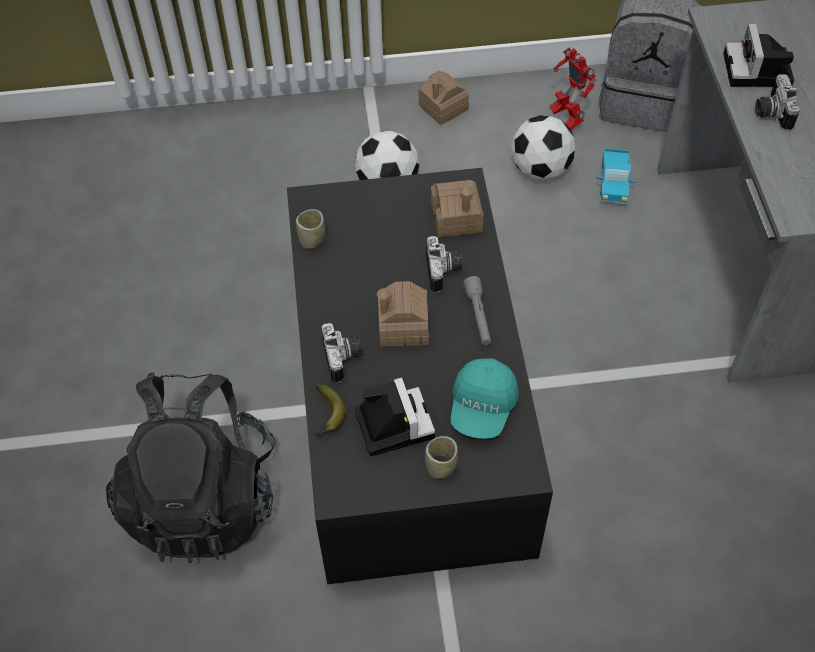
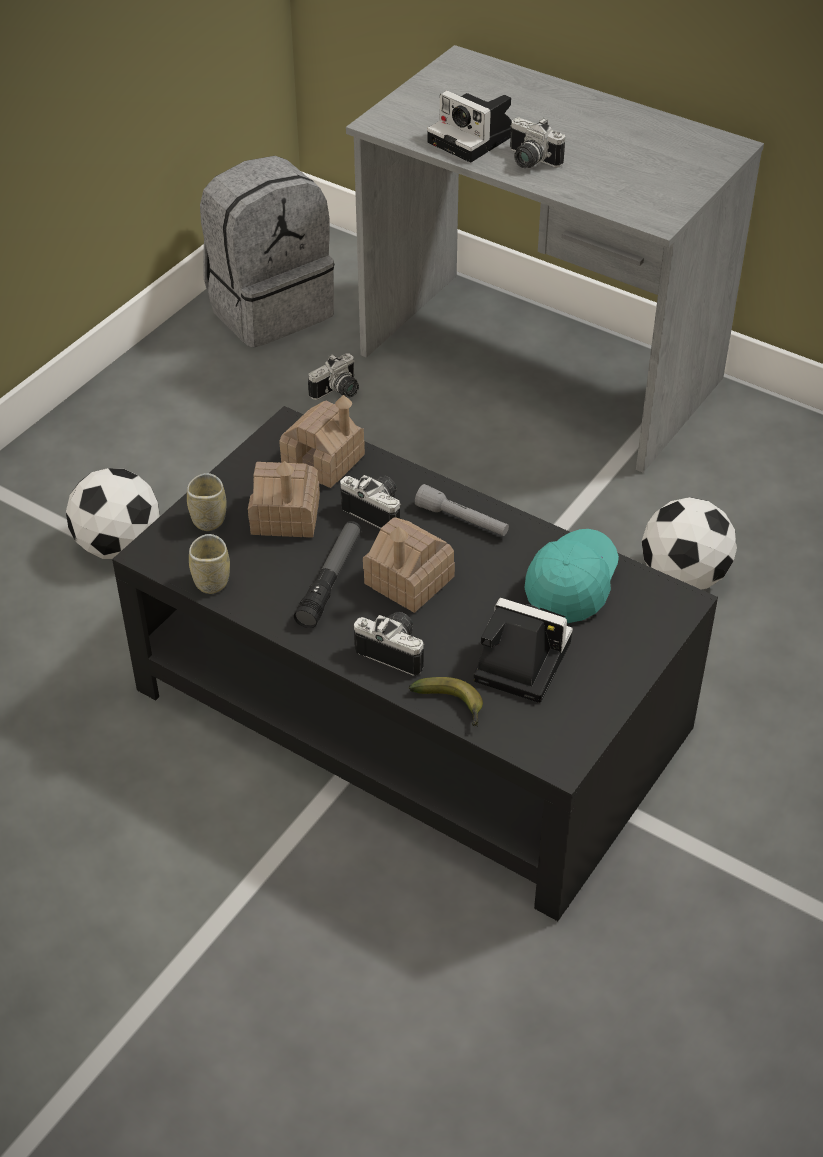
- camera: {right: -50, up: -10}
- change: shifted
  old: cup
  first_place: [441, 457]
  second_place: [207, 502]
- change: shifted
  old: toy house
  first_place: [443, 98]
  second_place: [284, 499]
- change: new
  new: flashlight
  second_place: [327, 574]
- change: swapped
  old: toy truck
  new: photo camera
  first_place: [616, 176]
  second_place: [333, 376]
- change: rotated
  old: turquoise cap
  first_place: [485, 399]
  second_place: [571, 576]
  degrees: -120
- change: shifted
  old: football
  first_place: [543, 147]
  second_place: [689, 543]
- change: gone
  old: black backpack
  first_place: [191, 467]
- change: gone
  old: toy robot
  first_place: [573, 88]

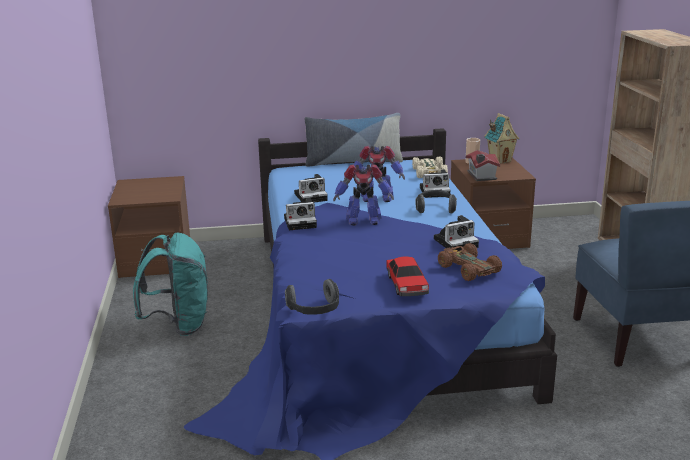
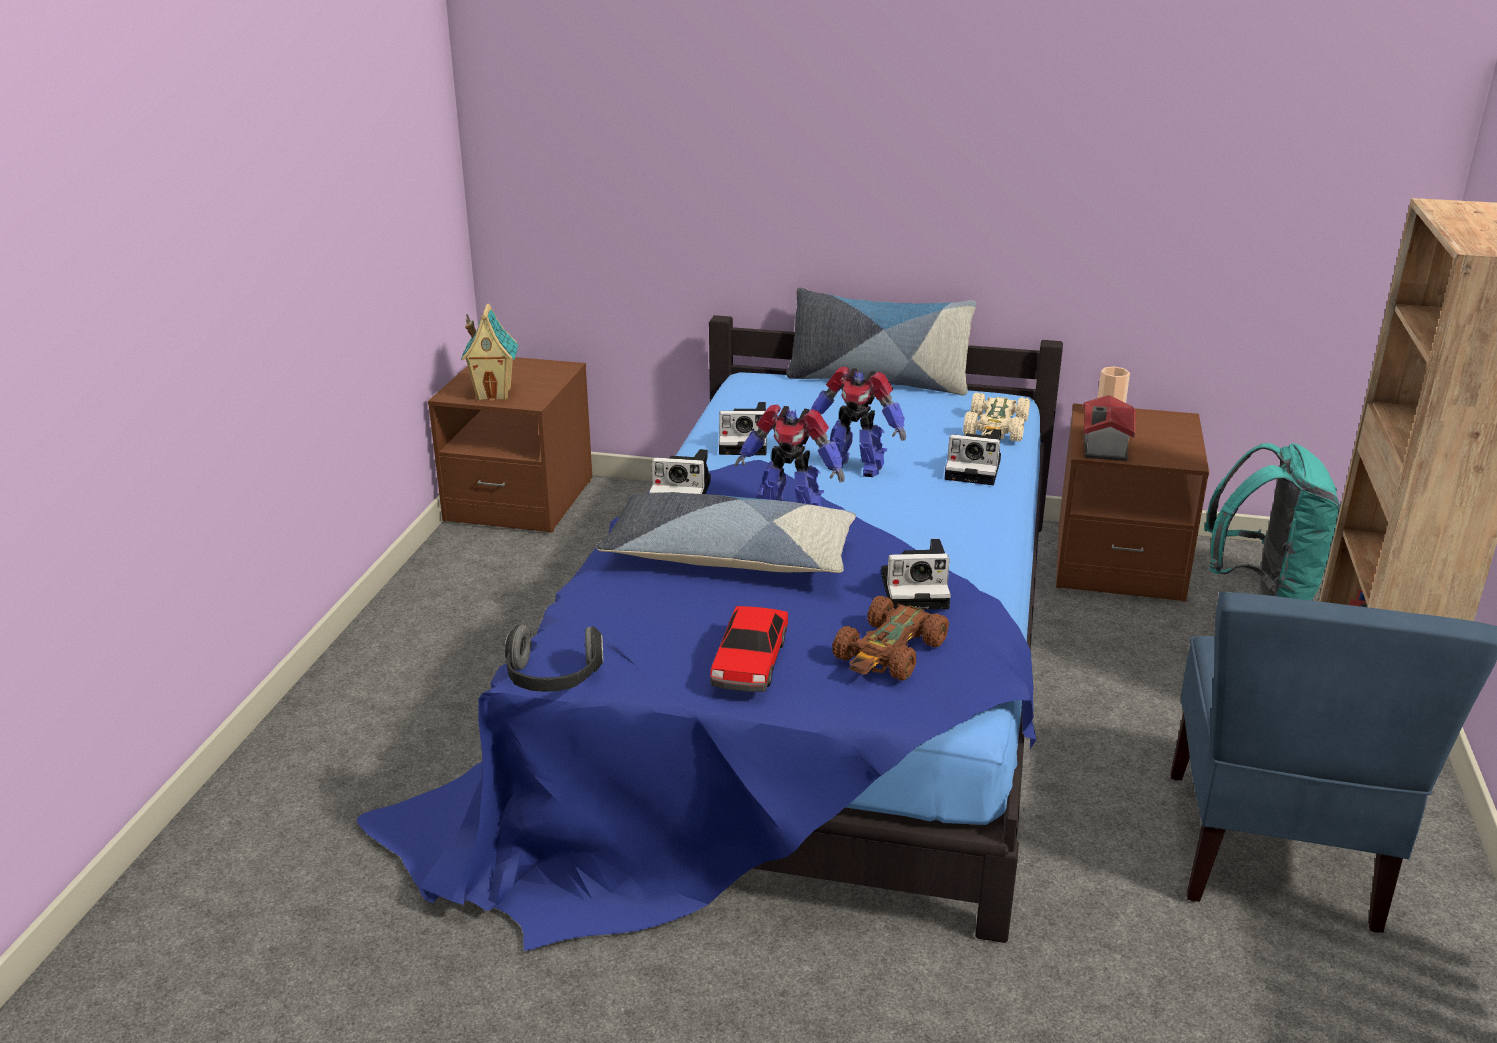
- camera: {right: 20, up: 5}
- change: shifted
  old: toy house
  first_place: [502, 138]
  second_place: [489, 352]
- change: new
  new: pillow
  second_place: [726, 533]
- change: rotated
  old: brown toy car
  first_place: [470, 262]
  second_place: [890, 638]
  degrees: -135
- change: shifted
  old: turquoise backpack
  first_place: [170, 284]
  second_place: [1272, 522]
- change: gone
  old: headphones
  first_place: [436, 201]

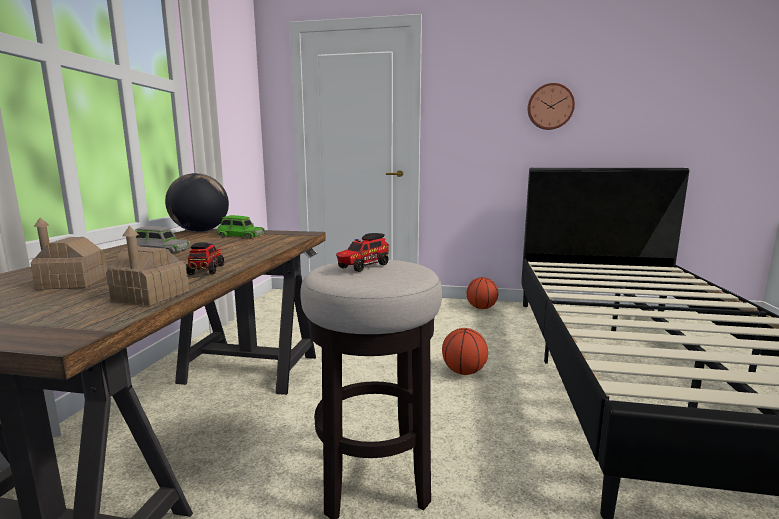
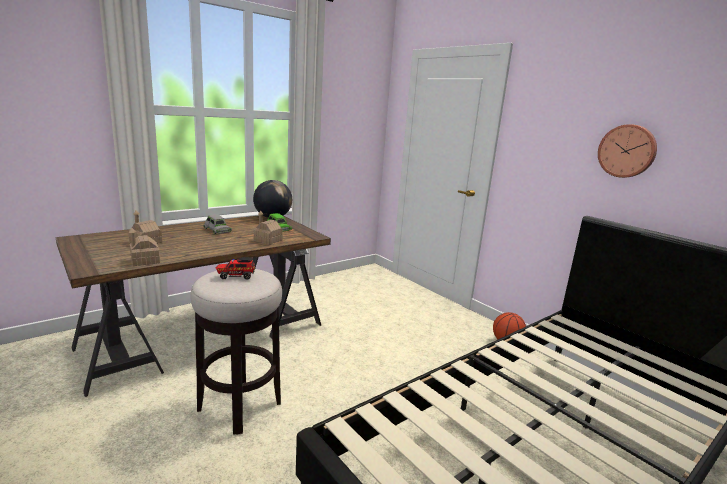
- camera: {right: 40, up: 5}
- change: new
  new: toy house
  second_place: [268, 228]
- change: gone
  old: toy truck
  first_place: [205, 258]
- change: gone
  old: basketball
  first_place: [465, 351]

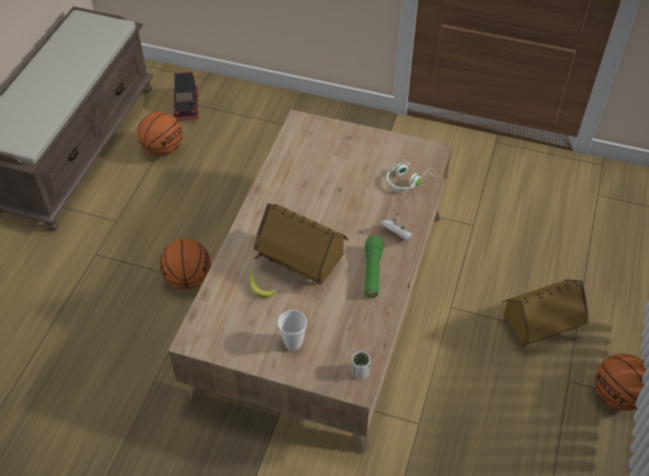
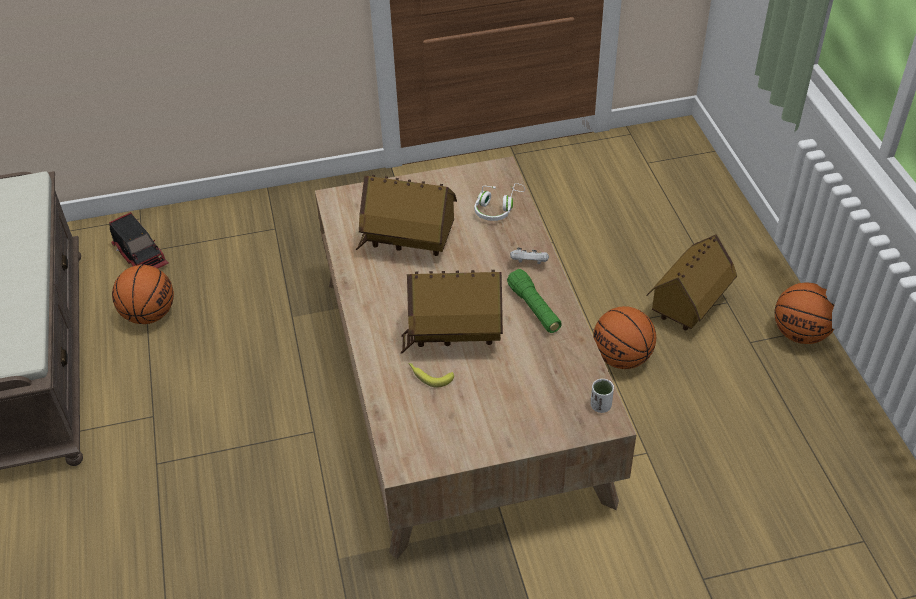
- camera: {right: -30, up: -5}
- change: new
  new: toy house
  second_place: [406, 215]
- change: shifted
  old: basketball
  first_place: [185, 264]
  second_place: [624, 337]
- change: gone
  old: cup
  first_place: [292, 330]

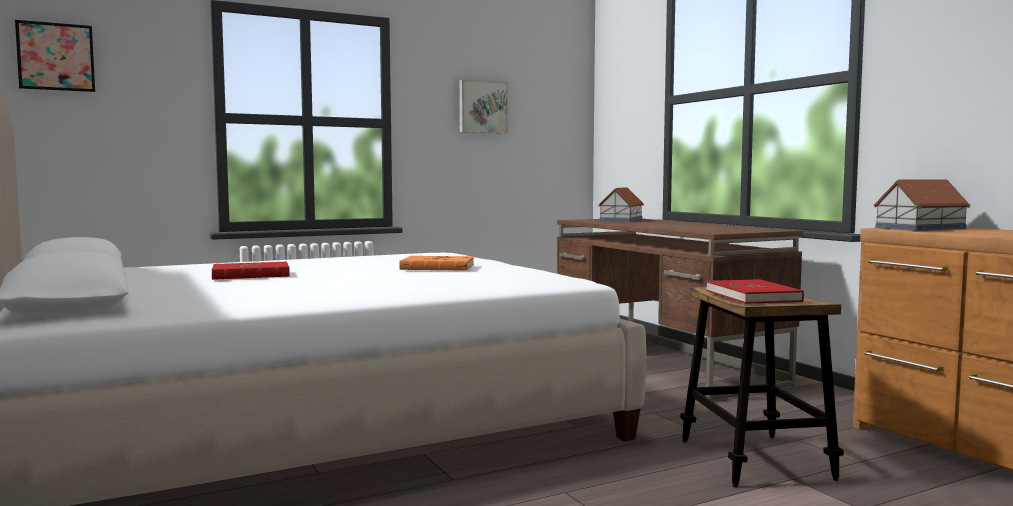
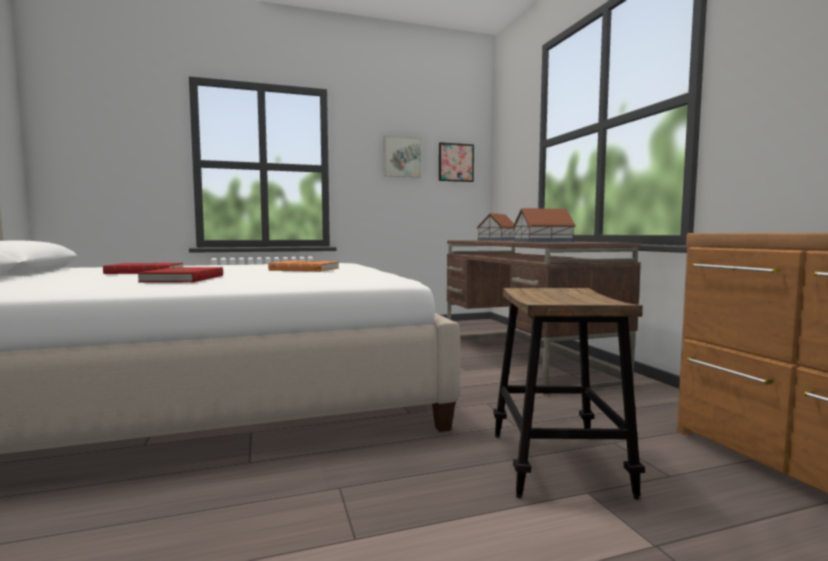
- camera: {right: 10, up: 0}
- change: shifted
  old: red book
  first_place: [755, 291]
  second_place: [180, 275]
- change: shifted
  old: picture
  first_place: [55, 56]
  second_place: [456, 162]
- change: shifted
  old: toy house
  first_place: [922, 205]
  second_place: [544, 225]

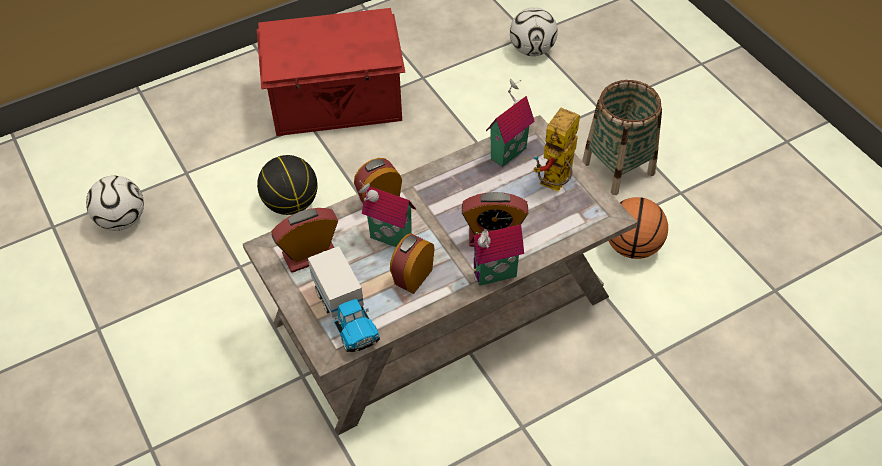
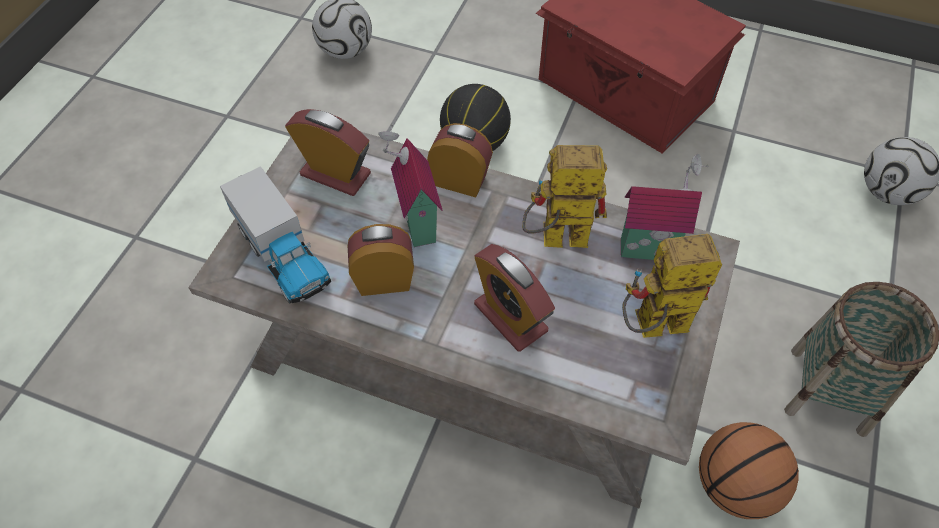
- camera: {right: 50, up: 5}
- change: rotated
  old: toy truck
  first_place: [344, 299]
  second_place: [275, 234]
  degrees: -60
- change: new
  new: toy robot
  second_place: [564, 196]
- change: gone
  old: toy house
  first_place: [496, 255]

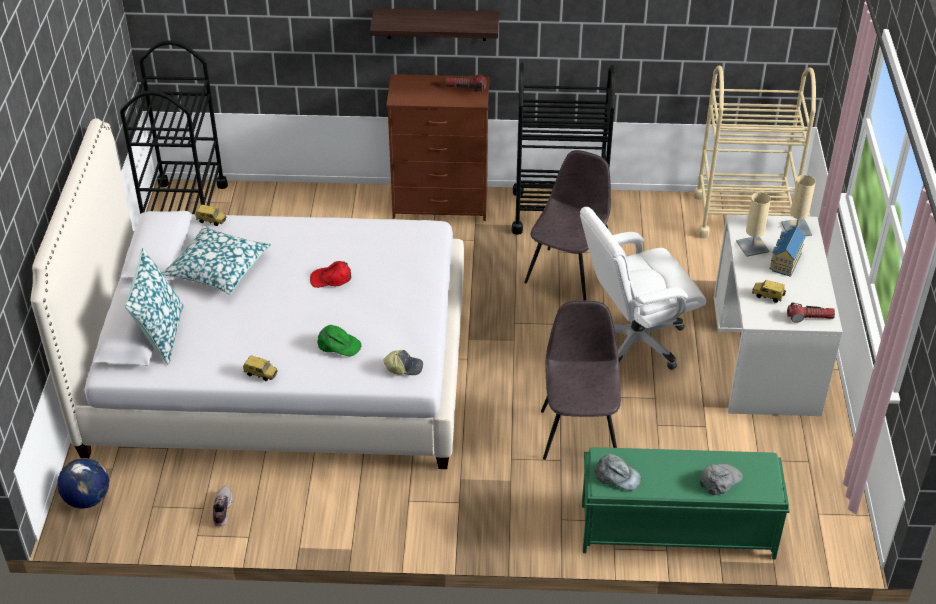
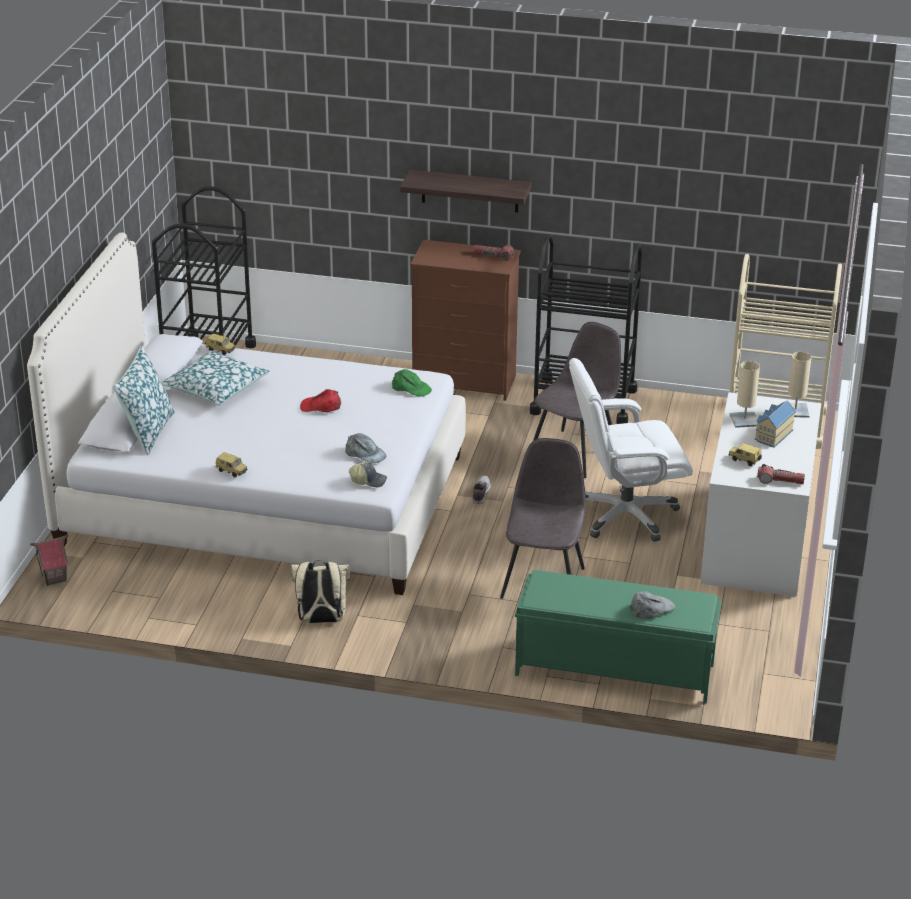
- camera: {right: 10, up: -10}
- change: swapped
  old: globe
  new: toy house
  first_place: [83, 483]
  second_place: [49, 560]
- change: new
  new: beige backpack
  second_place: [320, 591]
- change: shifted
  old: grey cap
  first_place: [618, 472]
  second_place: [365, 448]
- change: shifted
  old: green cap
  first_place: [339, 340]
  second_place: [412, 383]
- change: shifted
  old: shoe
  first_place: [223, 506]
  second_place: [481, 490]

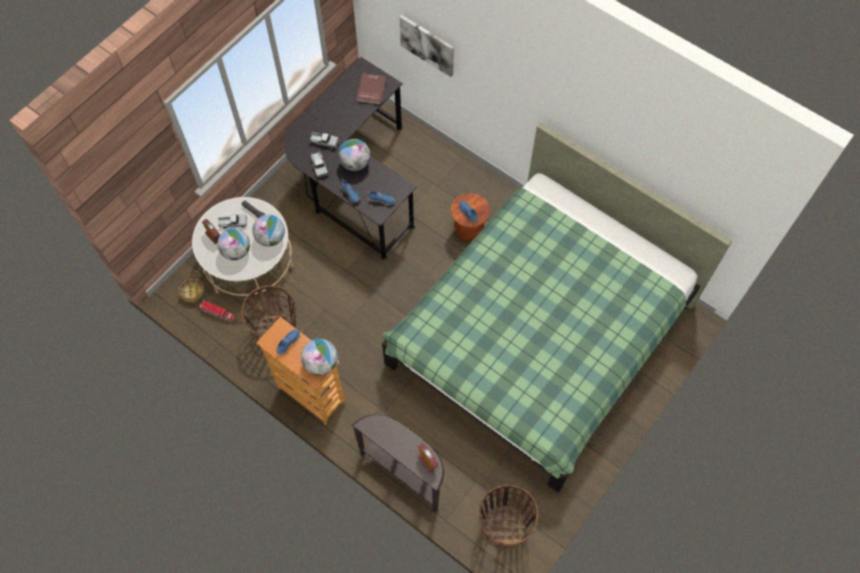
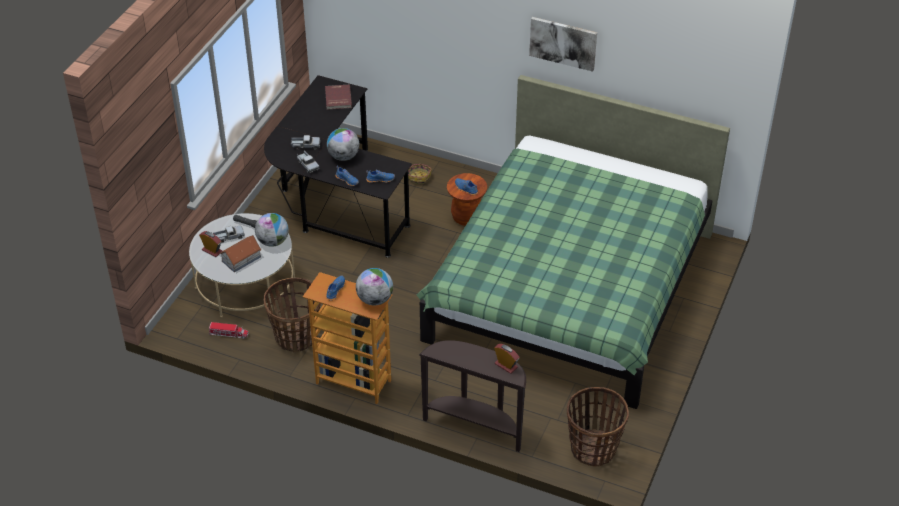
- camera: {right: -15, up: -20}
- change: swapped
  old: globe
  new: toy house
  first_place: [233, 244]
  second_place: [240, 253]
- change: shifted
  old: basket
  first_place: [191, 290]
  second_place: [420, 174]
- change: shifted
  old: picture
  first_place: [427, 46]
  second_place: [563, 44]

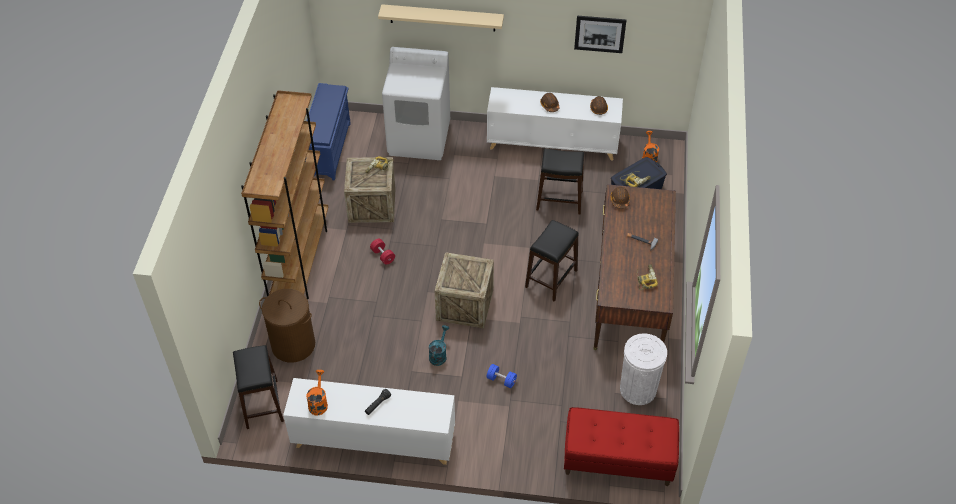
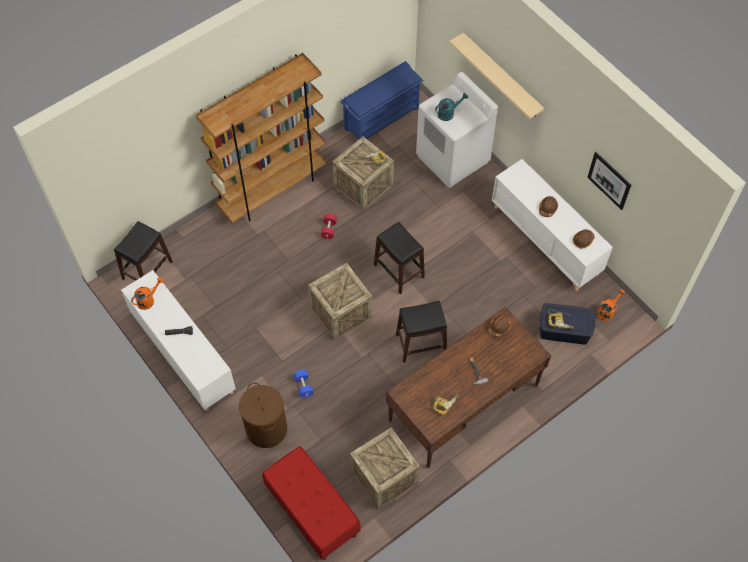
- camera: {right: 45, up: 10}
- change: shifted
  old: brown laundry basket
  first_place: [287, 326]
  second_place: [263, 415]
- change: swapped
  old: white trash can
  new: crate
  first_place: [643, 369]
  second_place: [385, 468]
- change: shifted
  old: black stool
  first_place: [560, 181]
  second_place: [399, 258]
- change: shifted
  old: turquoise watering can
  first_place: [439, 345]
  second_place: [451, 107]

